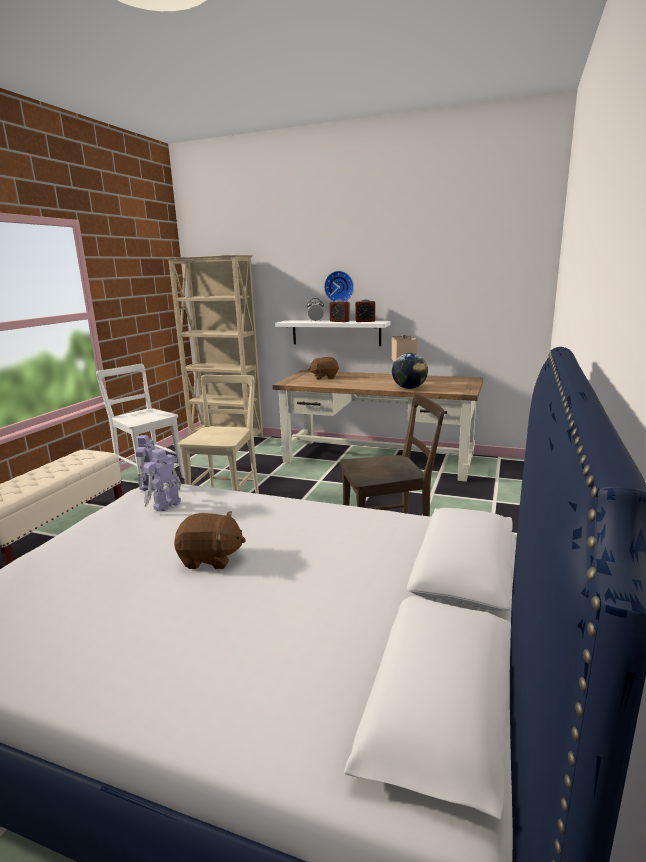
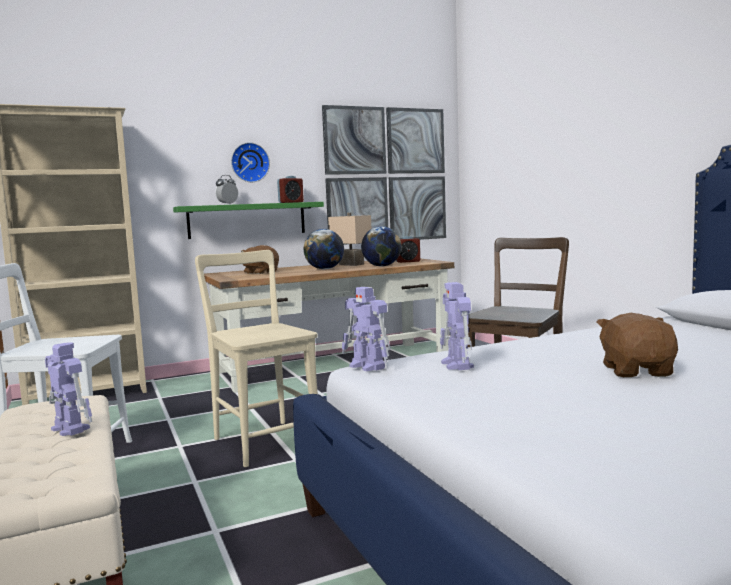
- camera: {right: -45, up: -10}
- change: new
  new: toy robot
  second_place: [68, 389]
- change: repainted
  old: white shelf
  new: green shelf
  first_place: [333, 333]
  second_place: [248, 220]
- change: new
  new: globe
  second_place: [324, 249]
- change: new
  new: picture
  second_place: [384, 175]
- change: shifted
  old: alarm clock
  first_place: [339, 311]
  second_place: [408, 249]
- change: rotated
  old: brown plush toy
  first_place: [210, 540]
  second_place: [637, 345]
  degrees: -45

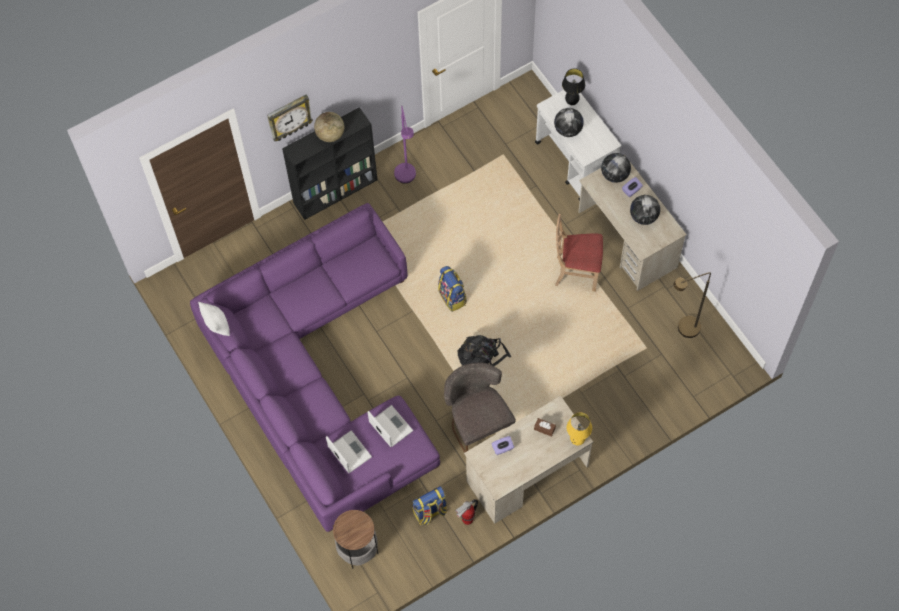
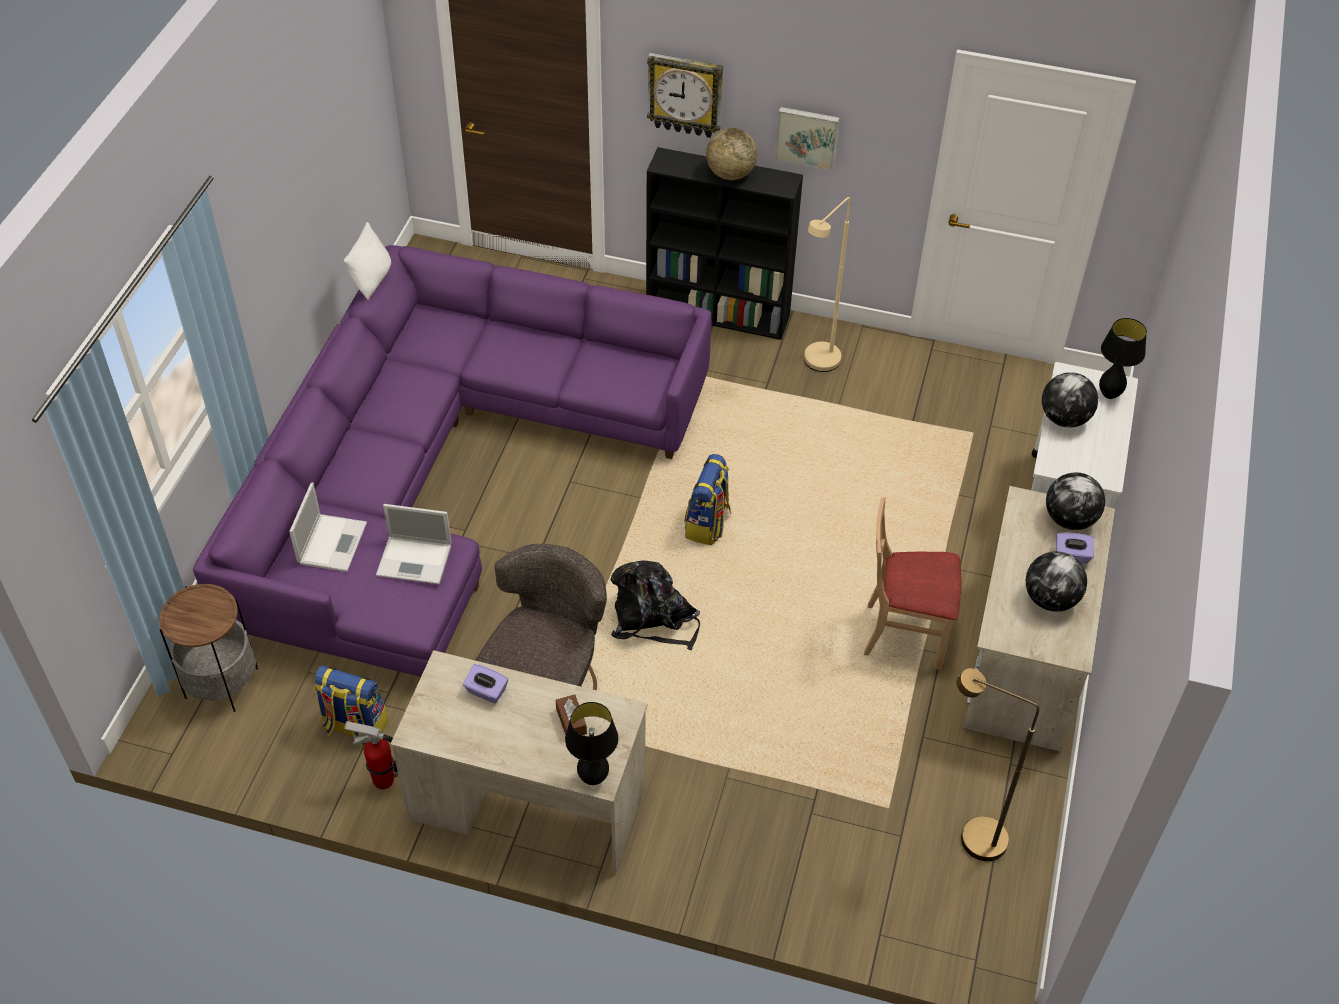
- camera: {right: 45, up: -15}
- change: rotated
  old: laptop
  first_place: [390, 426]
  second_place: [414, 544]
  degrees: 90
- change: repainted
  old: yellow table lamp
  new: black table lamp
  first_place: [579, 429]
  second_place: [592, 743]
- change: new
  new: picture
  second_place: [807, 138]
- change: repainted
  old: purple floor lamp
  new: beige floor lamp
  first_place: [405, 144]
  second_place: [827, 284]
- change: rotated
  old: beige chair
  first_place: [579, 252]
  second_place: [912, 583]
  degrees: -45

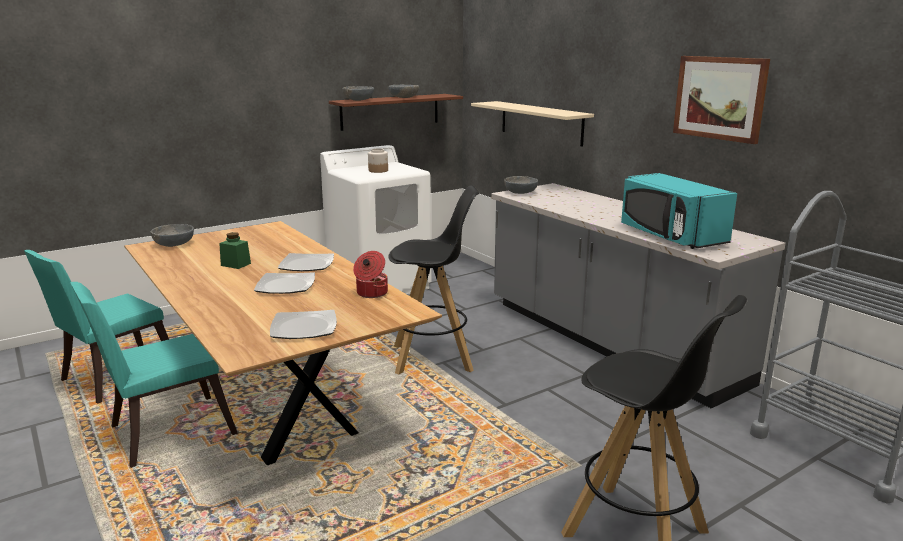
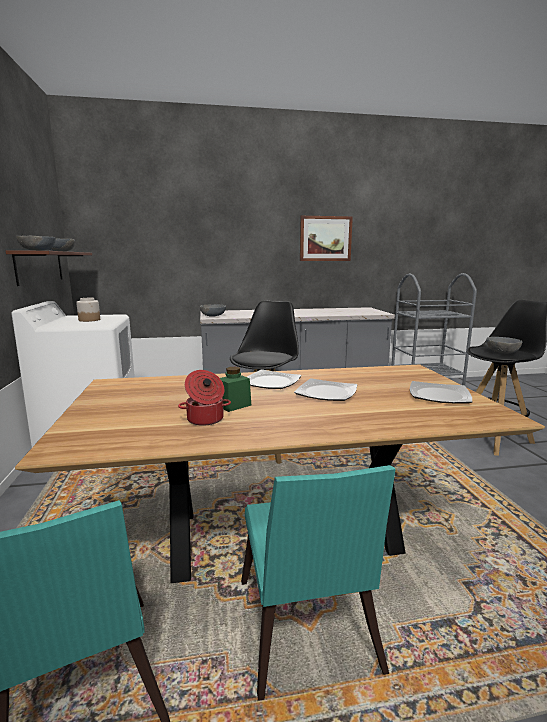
- camera: {right: -65, up: -5}
- change: shifted
  old: cooking pot
  first_place: [370, 274]
  second_place: [204, 398]
- change: shifted
  old: grey bowl
  first_place: [172, 235]
  second_place: [504, 345]
- change: gone
  old: beige shelf
  first_place: [532, 123]
- change: gone
  old: turquoise microwave
  first_place: [679, 211]

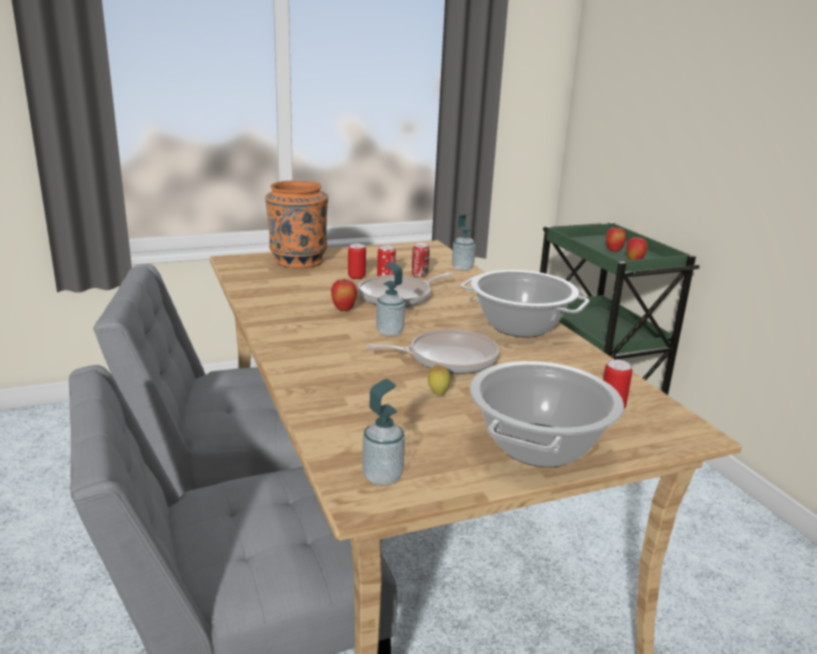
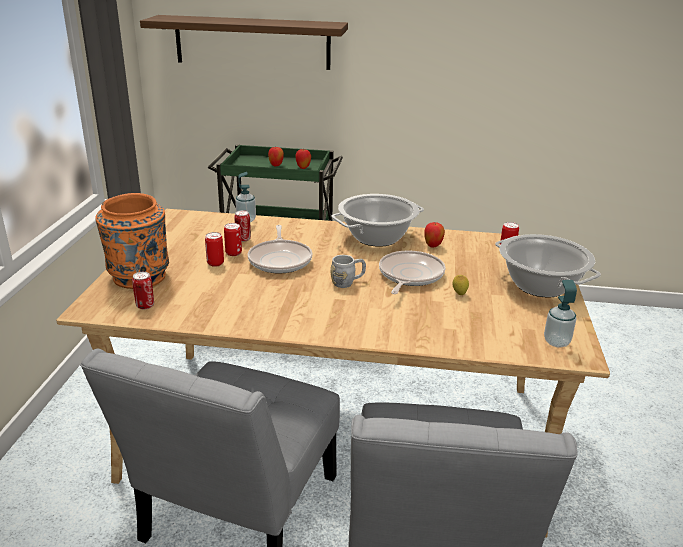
- camera: {right: -60, up: 5}
- change: new
  new: can
  second_place: [143, 290]
- change: new
  new: shelf
  second_place: [244, 42]
- change: swapped
  old: soap dispenser
  new: grey mug
  first_place: [390, 299]
  second_place: [348, 271]
- change: shifted
  old: apple
  first_place: [344, 295]
  second_place: [434, 235]

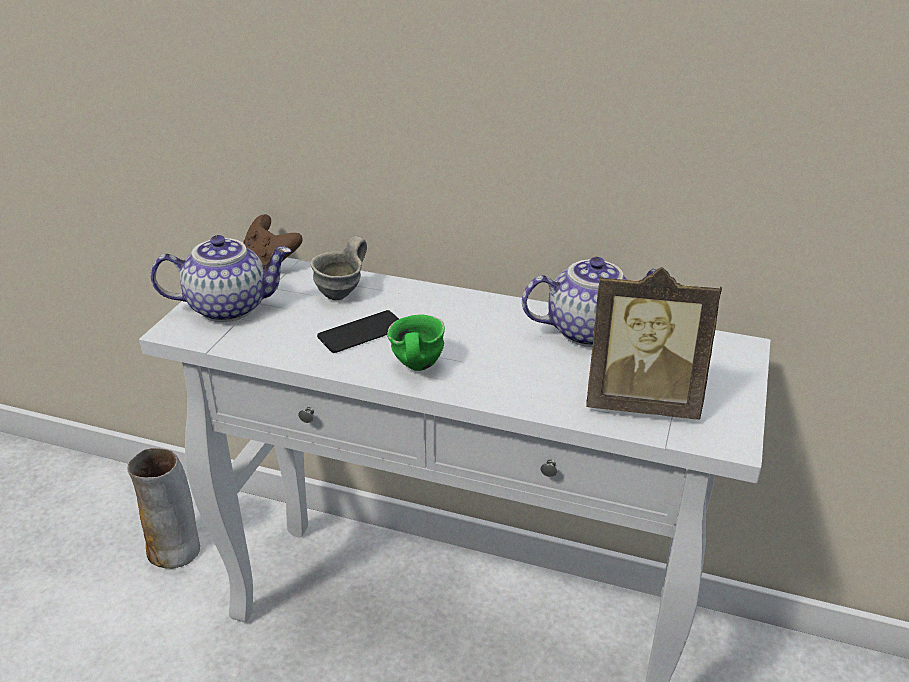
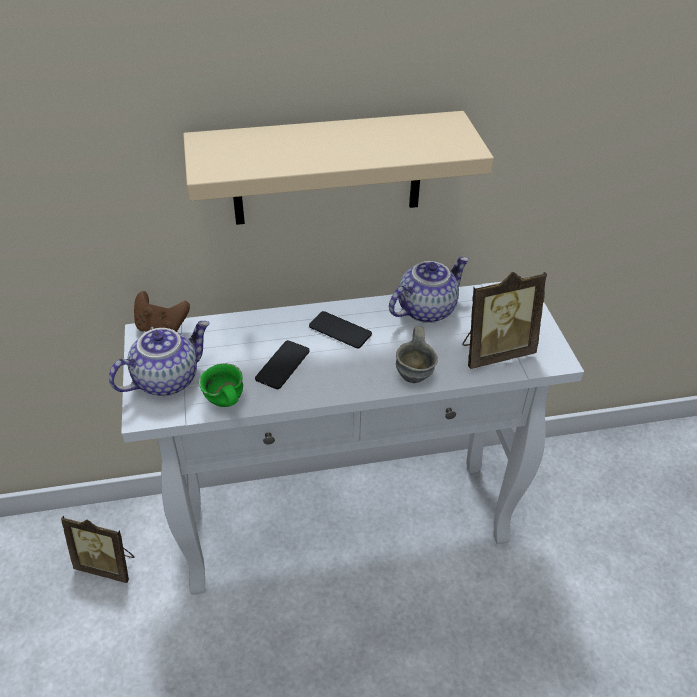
- camera: {right: -30, up: 10}
- change: swapped
  old: vase
  new: picture frame
  first_place: [163, 508]
  second_place: [97, 549]
- change: new
  new: beige shelf
  second_place: [338, 168]
- change: shifted
  old: green mug
  first_place: [416, 342]
  second_place: [221, 385]
- change: new
  new: phone
  second_place: [340, 330]
- change: shifted
  old: grey mug
  first_place: [338, 268]
  second_place: [417, 354]

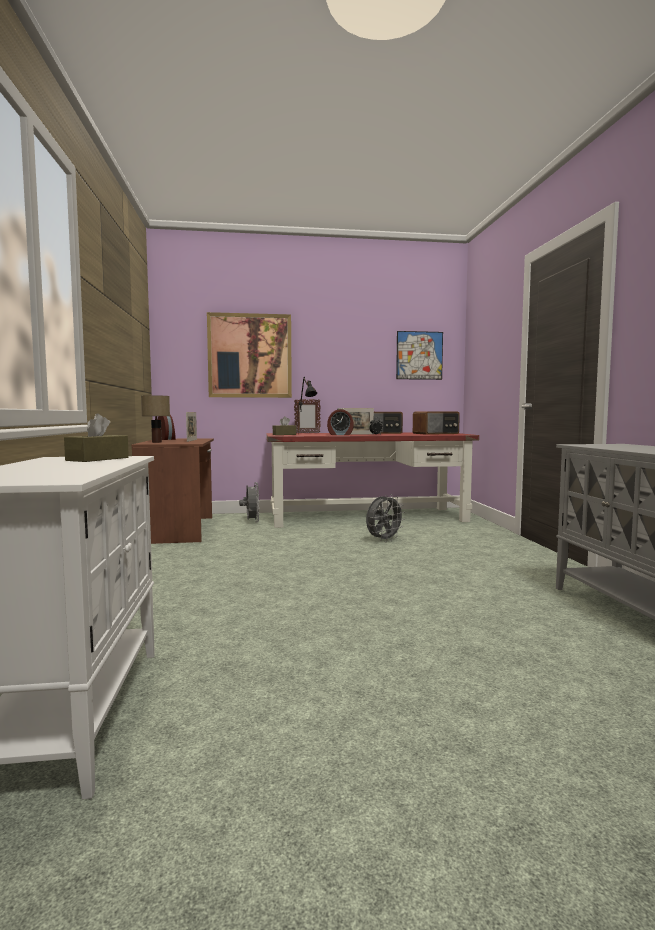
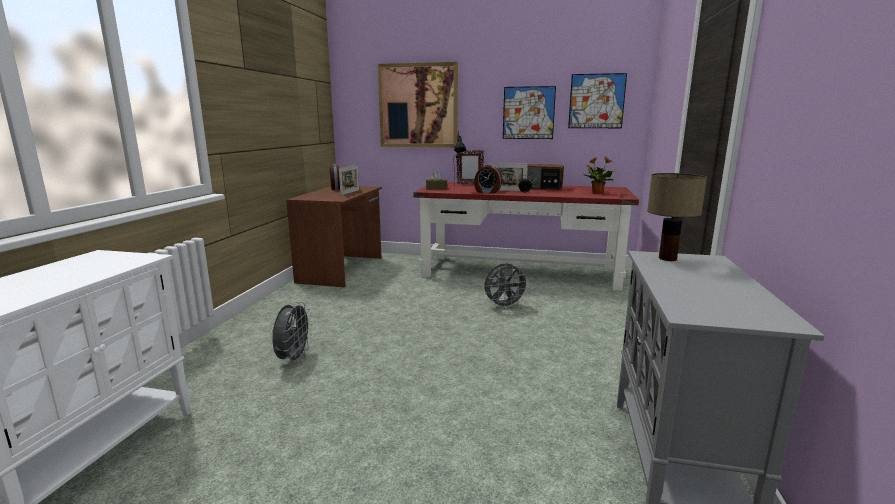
- camera: {right: 20, up: 10}
- change: shifted
  old: grey fan
  first_place: [249, 502]
  second_place: [292, 333]
- change: new
  new: picture
  second_place: [529, 112]
- change: swapped
  old: radio
  new: potted plant
  first_place: [436, 423]
  second_place: [600, 175]
- change: shifted
  old: table lamp
  first_place: [155, 419]
  second_place: [677, 217]
- change: gone
  old: brown tissue box
  first_place: [96, 437]

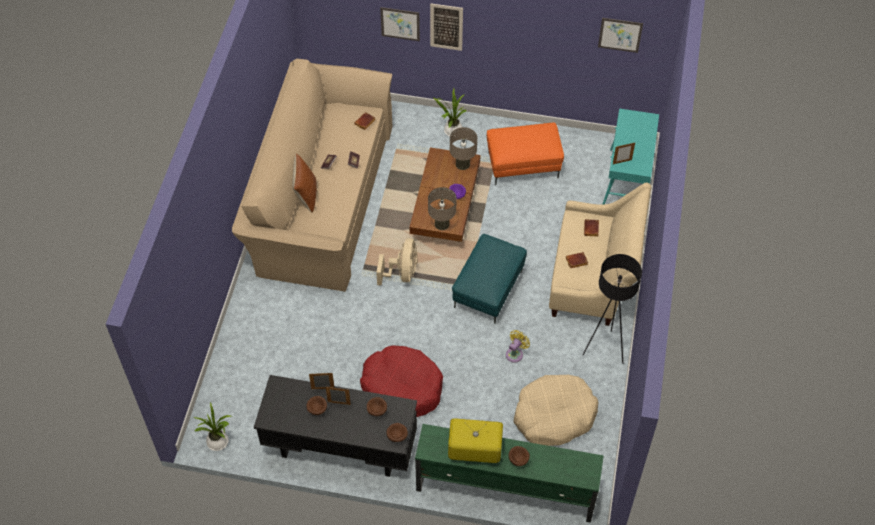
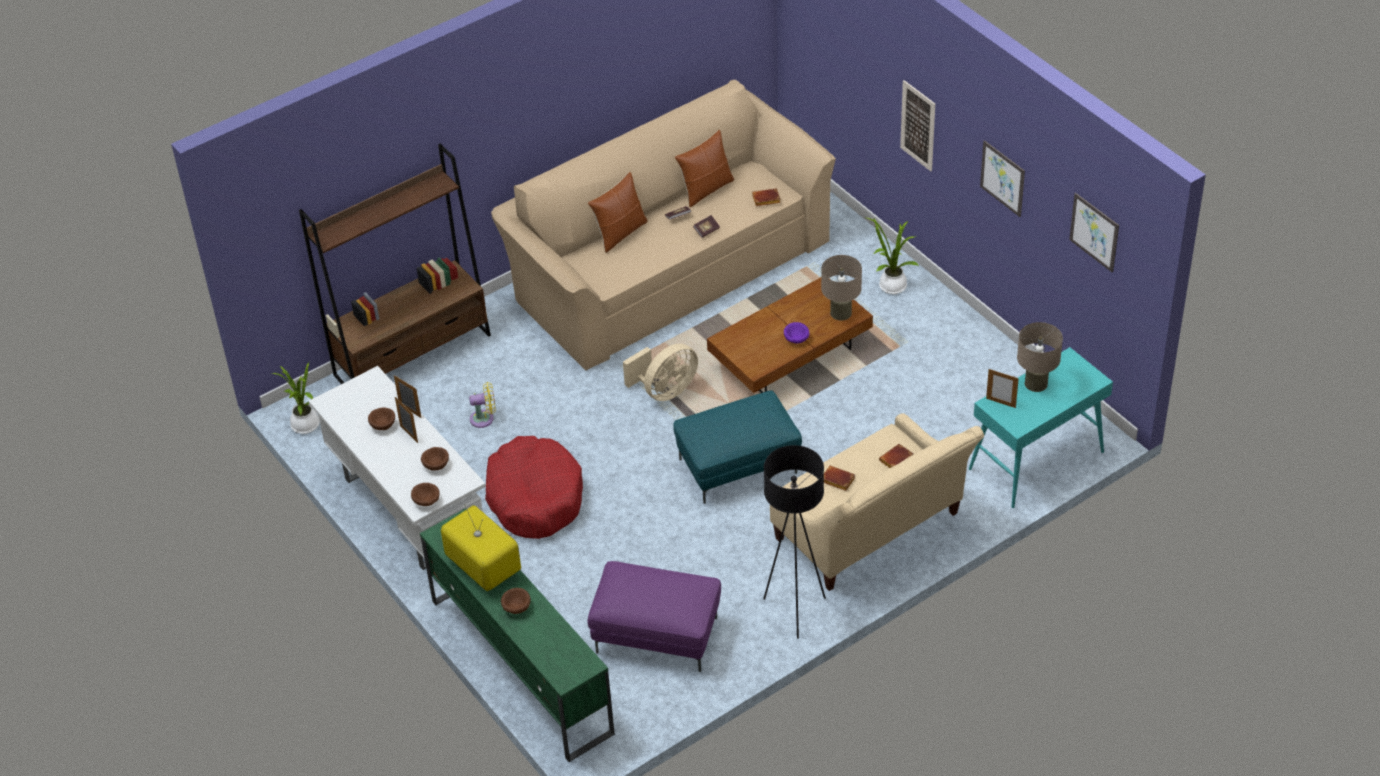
- camera: {right: 45, up: -10}
- change: new
  new: brown bookcase
  second_place: [395, 264]
- change: repainted
  old: black desk
  new: white desk
  first_place: [335, 426]
  second_place: [397, 468]
- change: shifted
  old: yellow fan
  first_place: [518, 346]
  second_place: [482, 405]
- change: swapped
  old: beige dog bed
  new: purple ottoman
  first_place: [556, 410]
  second_place: [654, 616]
- change: new
  new: brown pillow
  second_place: [704, 168]
- change: shifted
  old: picture
  first_place: [400, 24]
  second_place: [1002, 178]
- change: shifted
  old: beige table lamp
  first_place: [442, 208]
  second_place: [1040, 357]
- change: gone
  old: orange ottoman
  first_place: [525, 153]

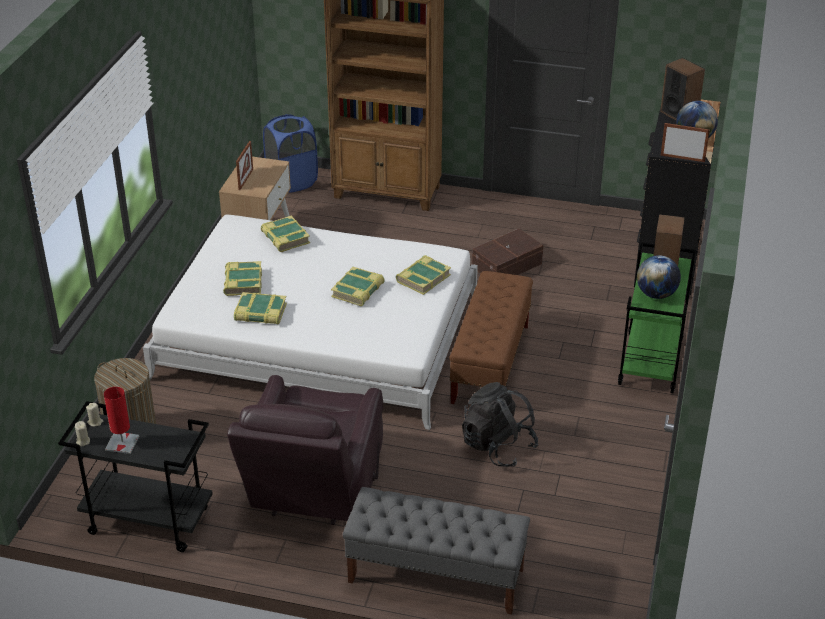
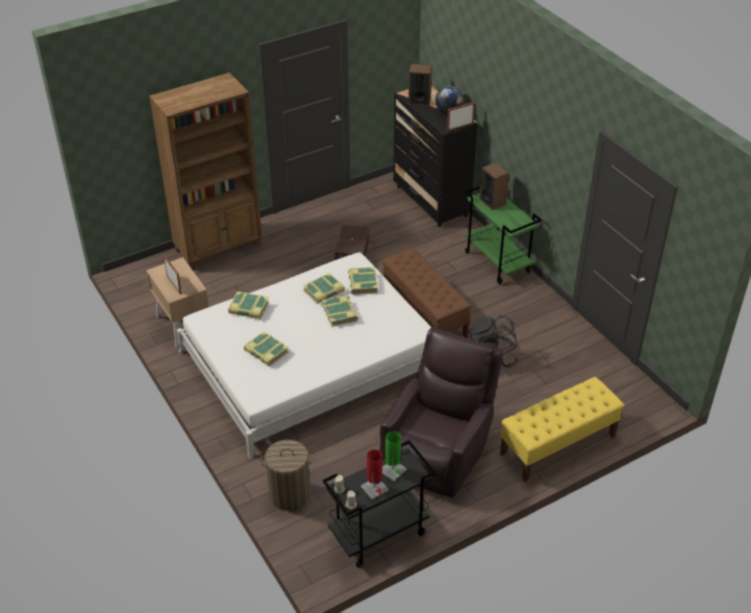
- camera: {right: -45, up: 5}
- change: shifted
  old: book
  first_place: [260, 308]
  second_place: [324, 288]
- change: rotated
  old: brown armchair
  first_place: [305, 450]
  second_place: [441, 412]
  degrees: -120
- change: new
  new: green table lamp
  second_place: [394, 456]
- change: repainted
  old: grey bench
  new: yellow bench
  first_place: [436, 551]
  second_place: [562, 429]
- change: gone
  old: blue laundry basket
  first_place: [290, 153]
- change: gone
  old: globe
  first_place: [659, 277]

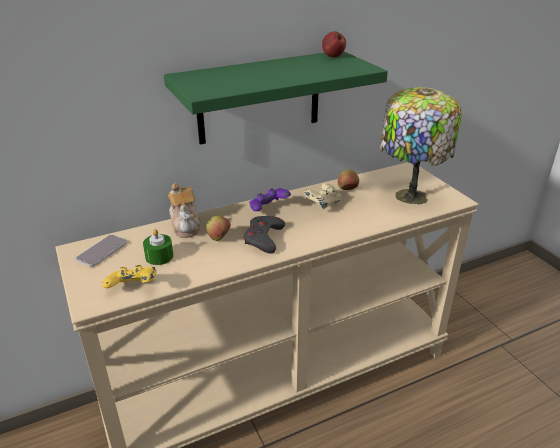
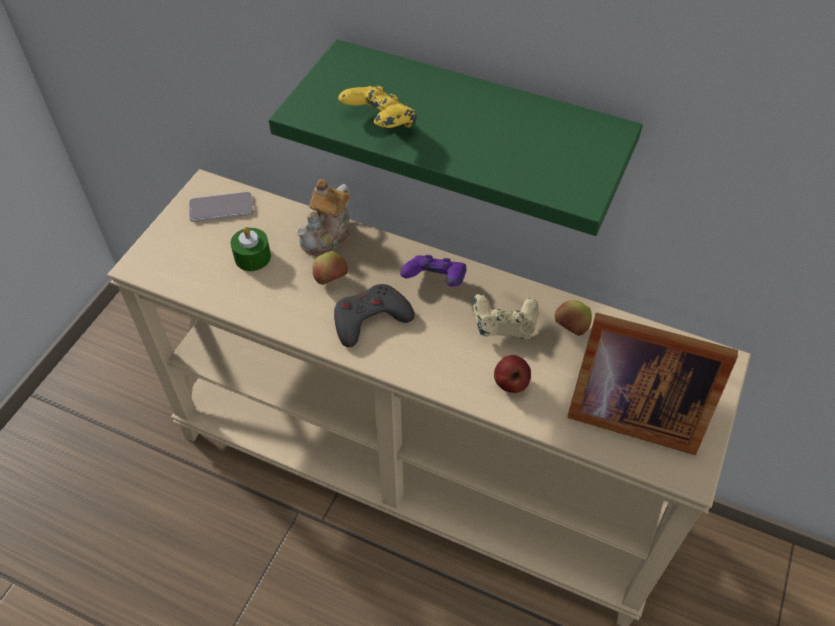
- camera: {right: 50, up: 20}
- change: shifted
  old: yellow game controller
  first_place: [129, 276]
  second_place: [377, 106]
- change: shifted
  old: apple
  first_place: [334, 44]
  second_place: [512, 374]
- change: swapped
  old: table lamp
  new: picture frame
  first_place: [421, 145]
  second_place: [652, 384]

